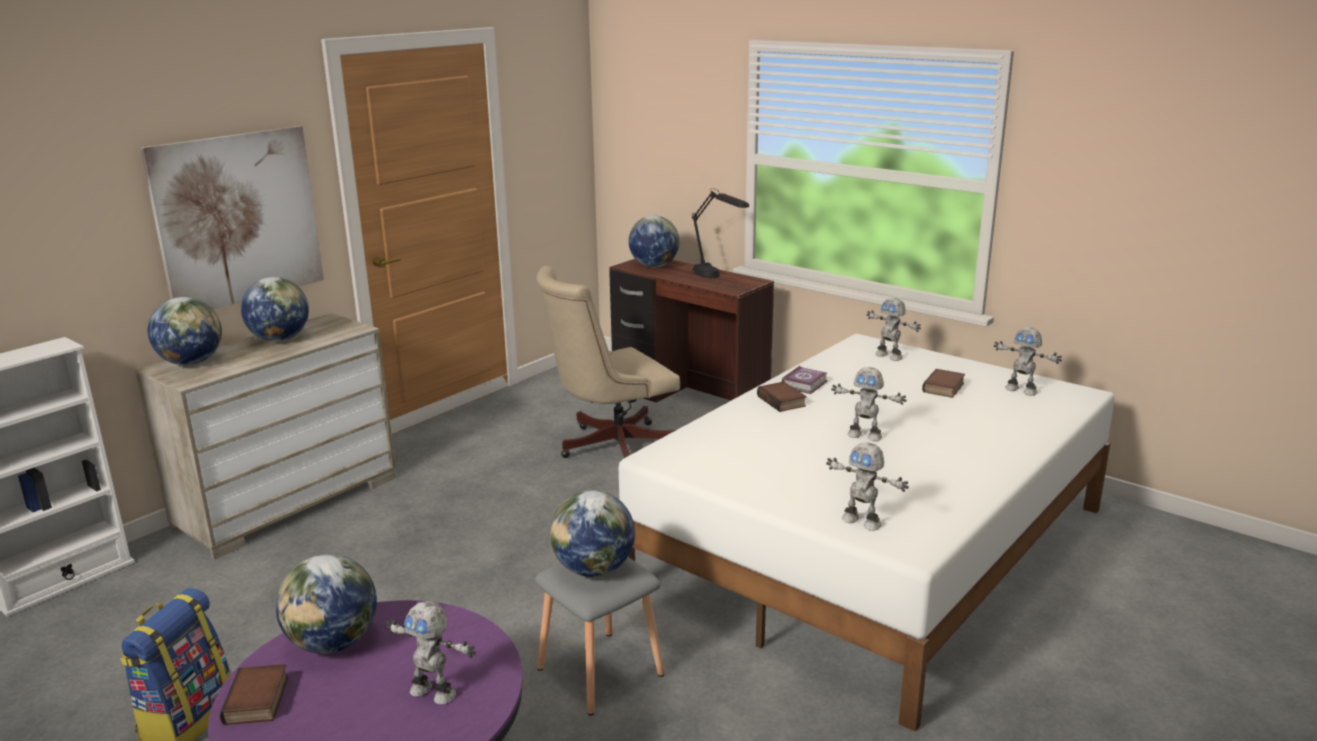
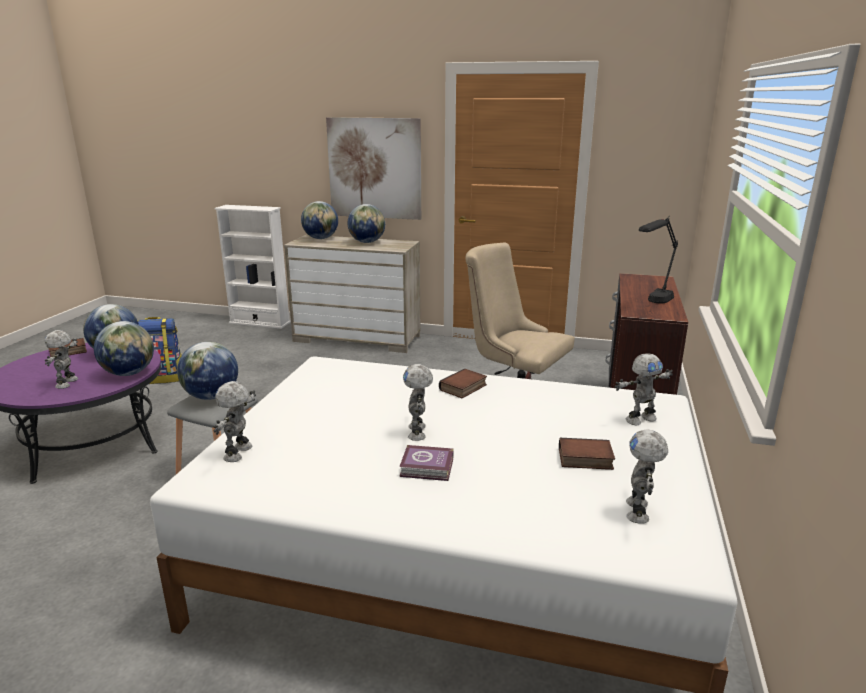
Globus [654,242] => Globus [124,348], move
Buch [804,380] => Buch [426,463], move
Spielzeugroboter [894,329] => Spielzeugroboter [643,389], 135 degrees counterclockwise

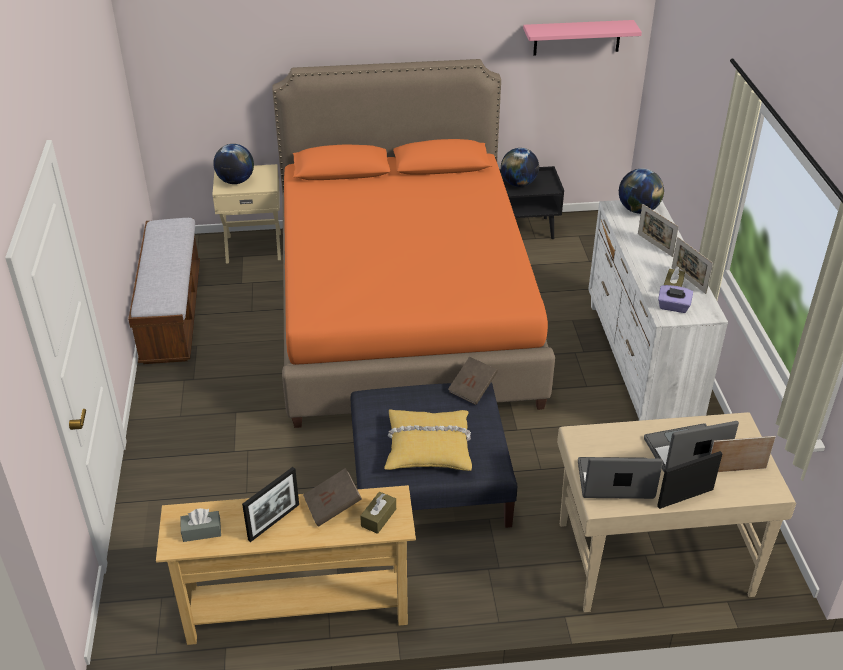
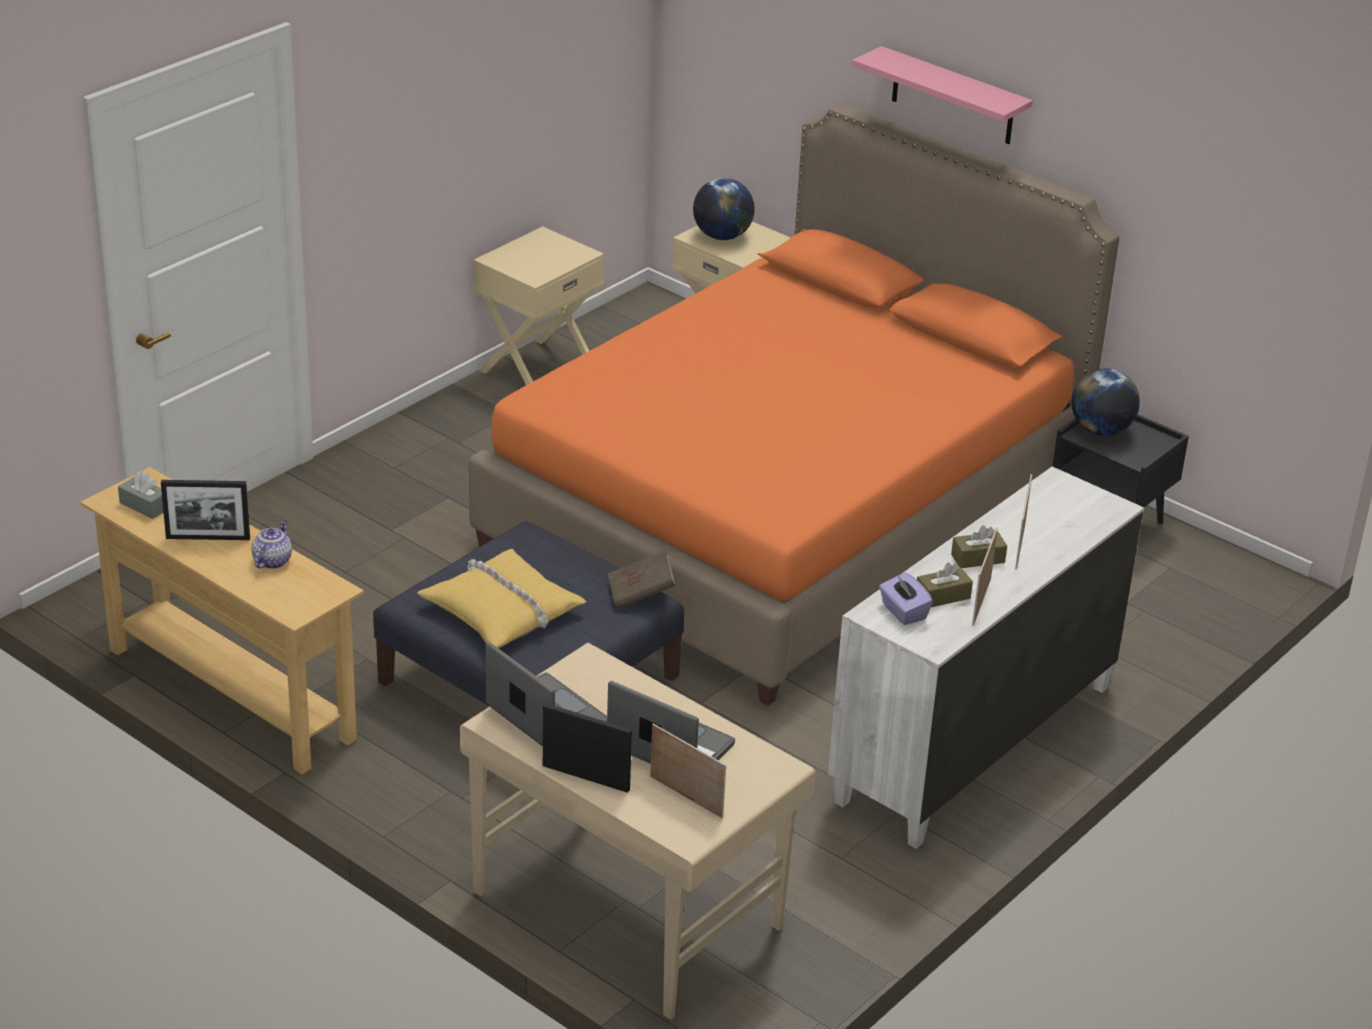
Buch (braun) [332,497] => Teekanne [271,545]
Bank [164,291] => Nachttisch (beige) [539,305]
Wandregal (rosa) [582,38] => Wandregal (rosa) [942,95], move
Taschentuchbox (braun) [378,513] => Taschentuchbox (braun) [979,546], move
Globus [641,191] => nothing

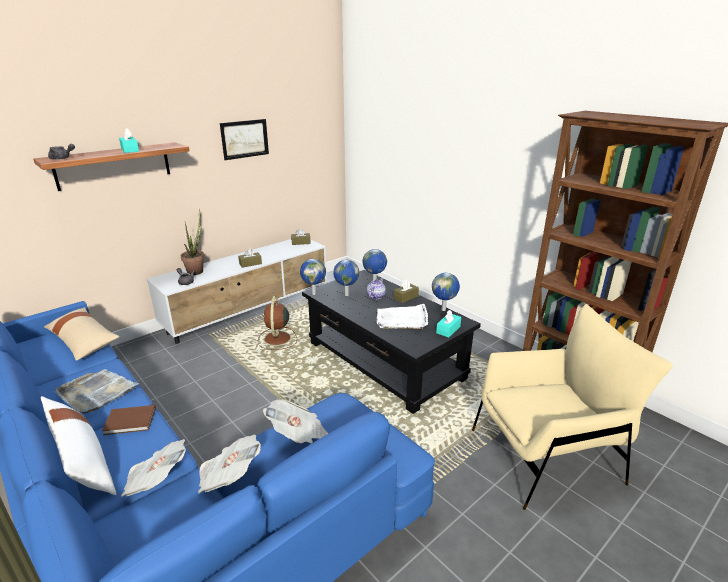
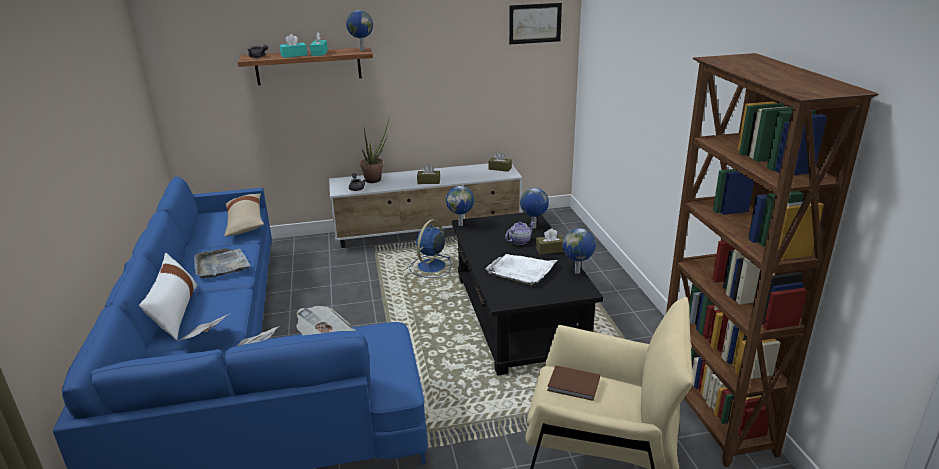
Taschentuchbox (türkis) [448,324] => Taschentuchbox (türkis) [293,46], move
Globus [346,278] => Globus [359,30], move
Ventilator (braun) [277,323] => Ventilator (blau) [430,248]
Bild [244,139] => Bild [535,23], move
Buch (braun) [129,420] => Buch (braun) [573,383], move

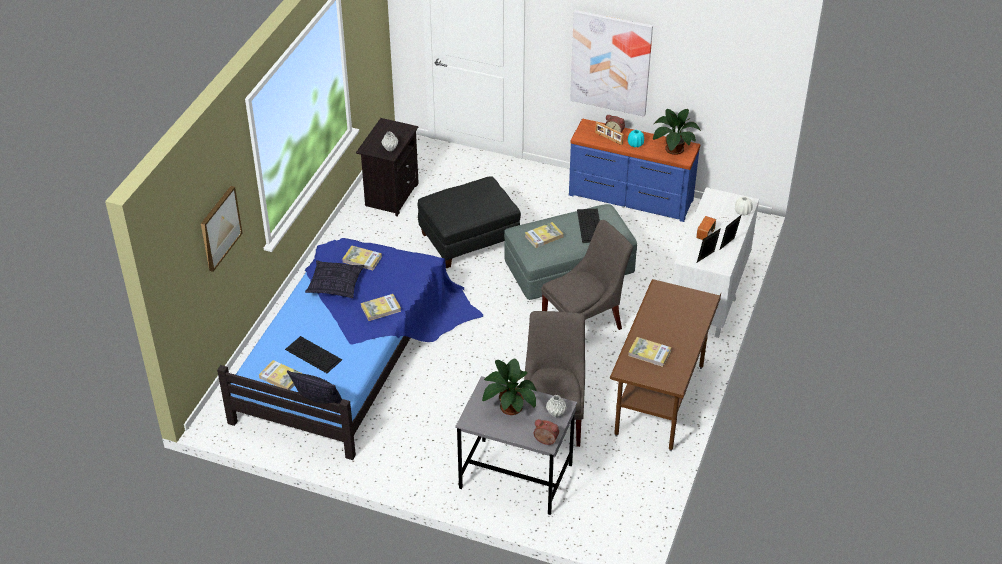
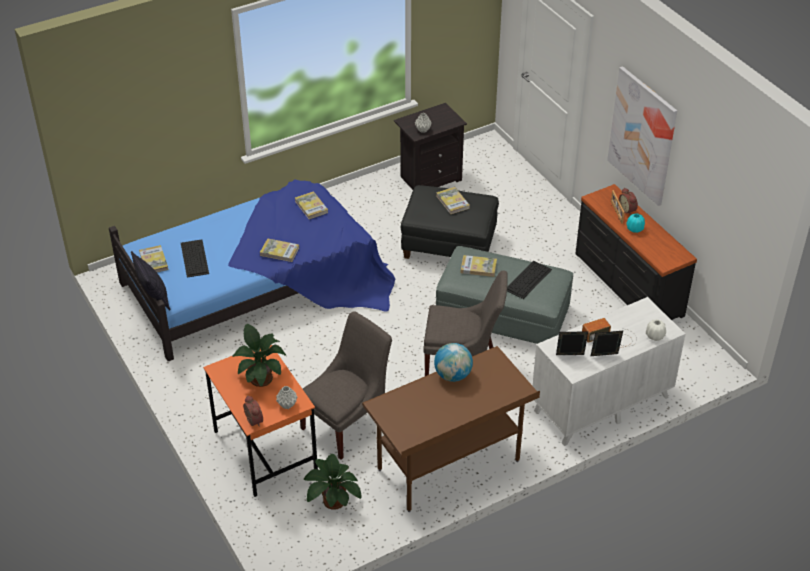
Schreibtisch (grau) [516,445] => Schreibtisch (orange) [260,421]
Topfpflanze [677,132] => Topfpflanze [333,482], move
nothing => Globus [453,362]
Buch [649,352] => Buch [453,200], move
Kommode (blau) [634,170] => Kommode (schwarz) [636,252]
Bild [222,229] => nothing
Kissen [334,279] => nothing

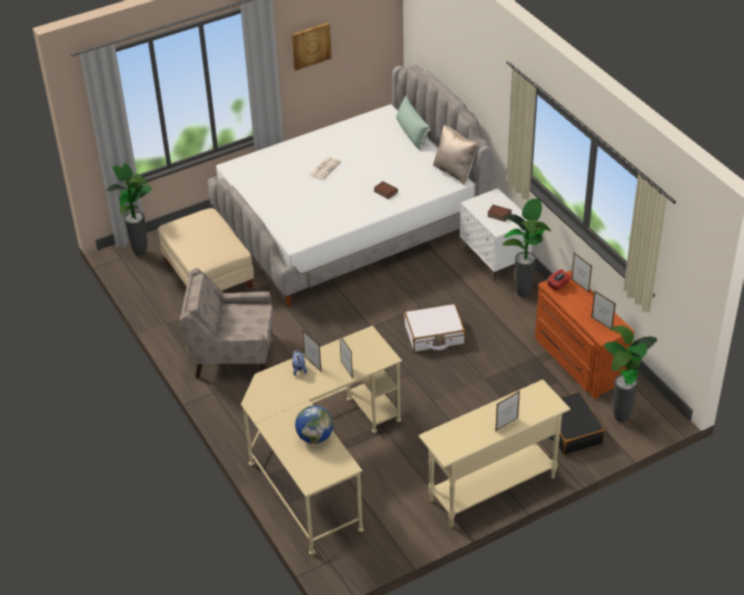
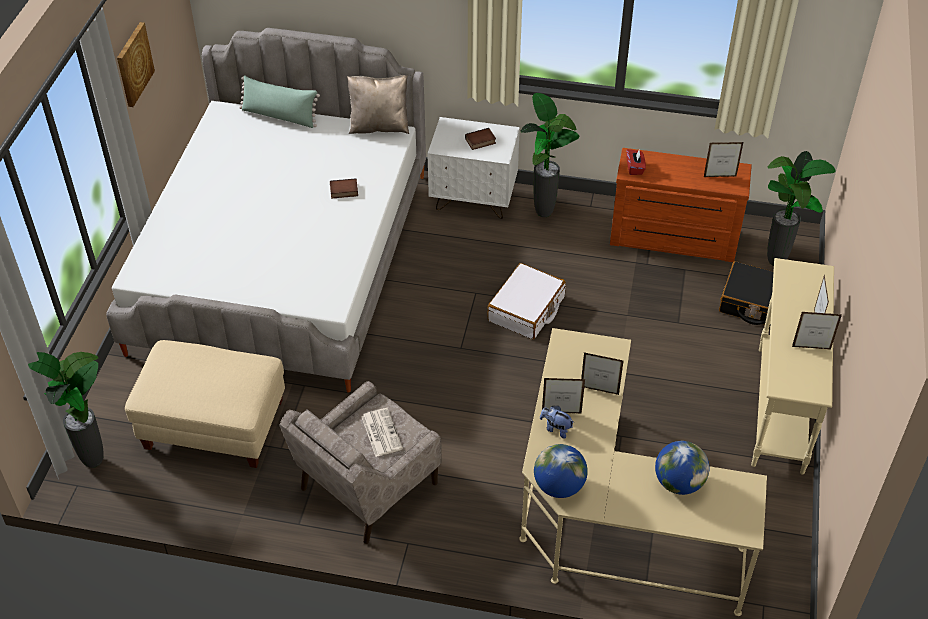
Zeitung [325,168] => Zeitung [382,432], move
nothing => Globus [561,471]
Bilderrahmen [581,273] => Bilderrahmen [817,331], move

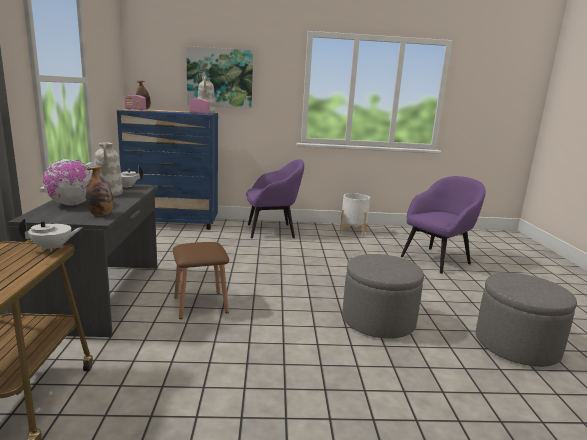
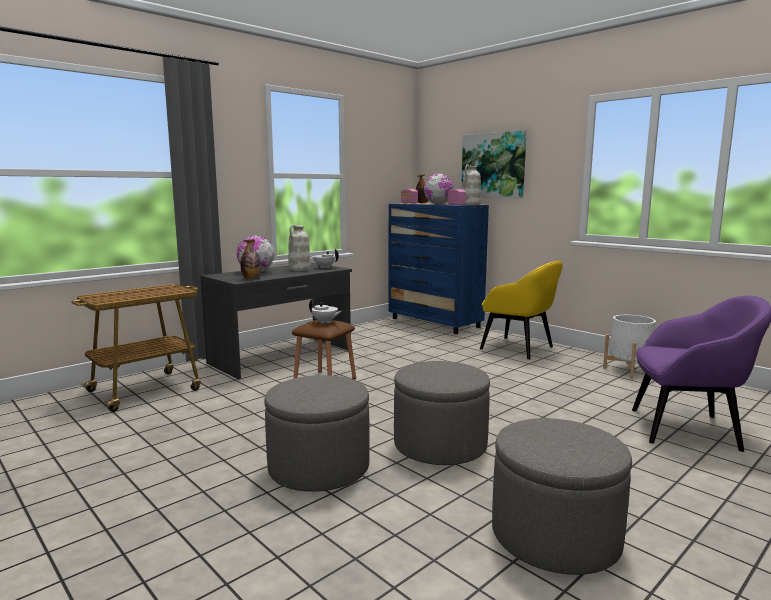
nothing => Polsterhocker (grau) [317,433]
Teekanne (weiß) [51,235] => Teekanne (weiß) [325,311], move
nothing => Globus [439,189]
Sessel (lila) [275,198] => Sessel (gelb) [521,310]

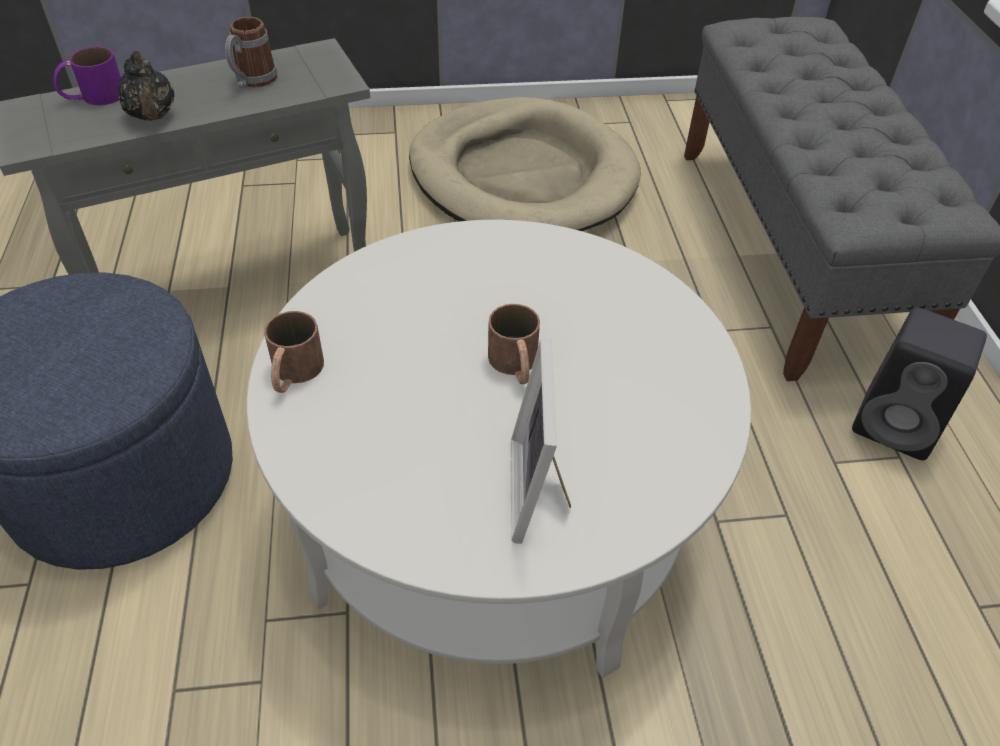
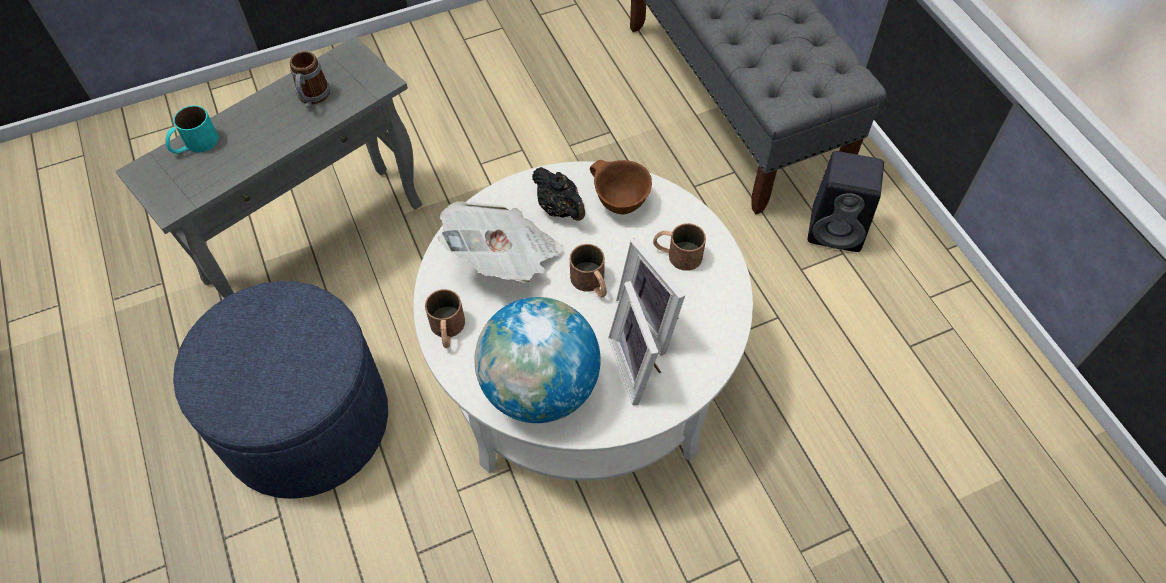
Henkelbecher (lila) [87,75] => Henkelbecher (türkis) [192,129]
nothing => Zeitung [501,242]
nothing => Globus [537,360]
Teekanne (schwarz) [145,86] => Teekanne (schwarz) [558,194], move
nothing => Schüssel (braun) [621,187]
nothing => Bilderrahmen [650,297]
nothing => Henkelbecher (braun) [679,247]
Hundebett (beige) [525,164] => nothing

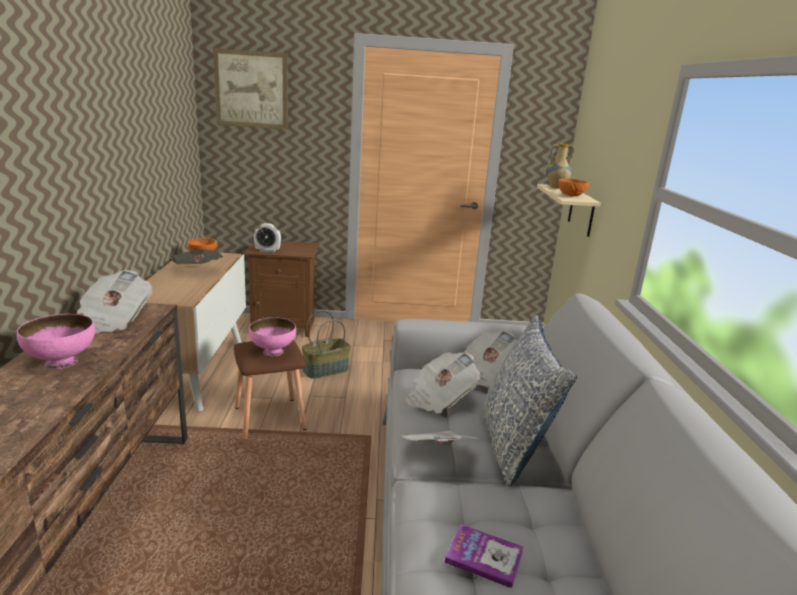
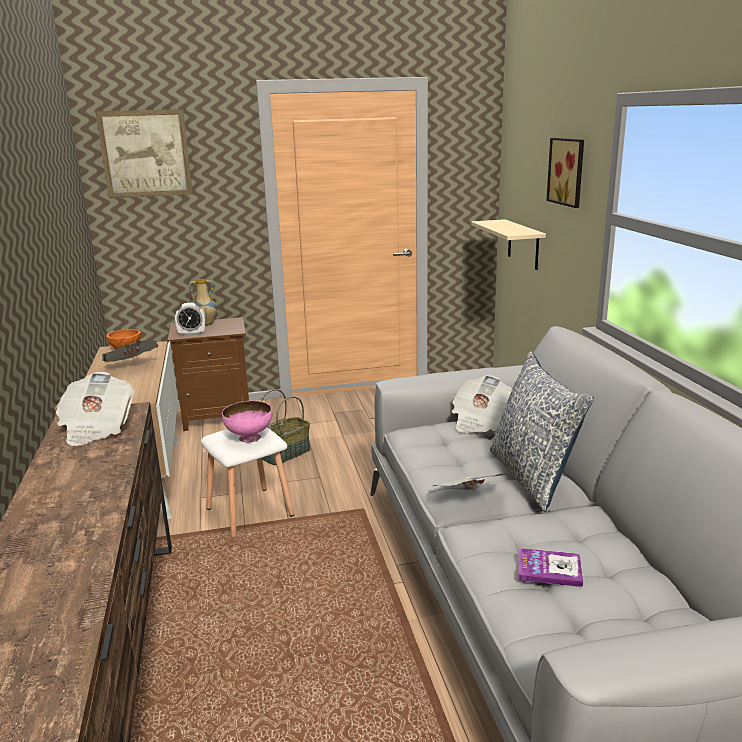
Vase [561,166] => Vase [203,302], move
Hocker (braun) [270,389] => Hocker (weiß) [247,482]
nothing => Bild [565,173]
Schüssel (rosa) [56,341] => nothing
Zeitung [442,383] => nothing
Schüssel (orange) [574,188] => nothing

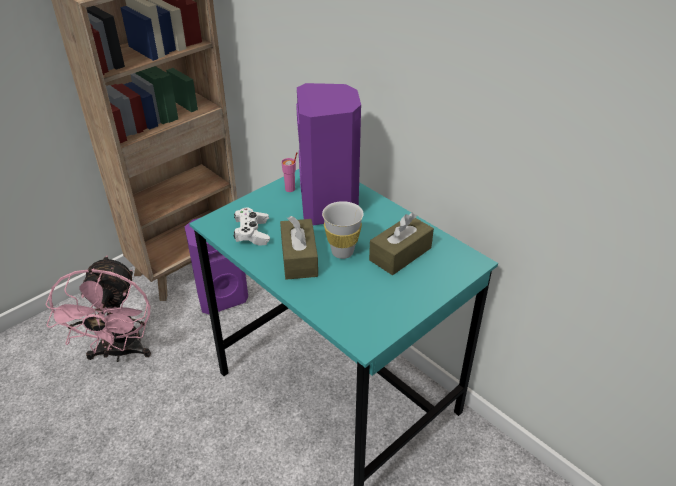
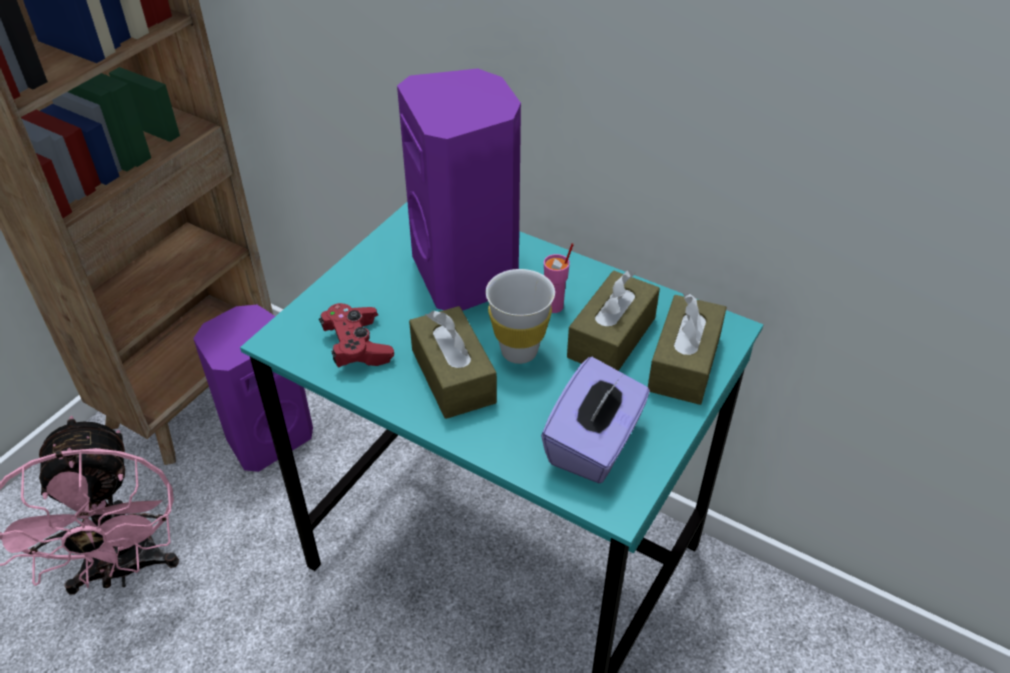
Gamepad (weiß) [252,227] => Gamepad (rot) [356,335]
nothing => Taschentuchbox (lila) [595,420]
Tasse (rosa) [289,172] => Tasse (rosa) [559,278], move
nothing => Taschentuchbox (braun) [687,349]

